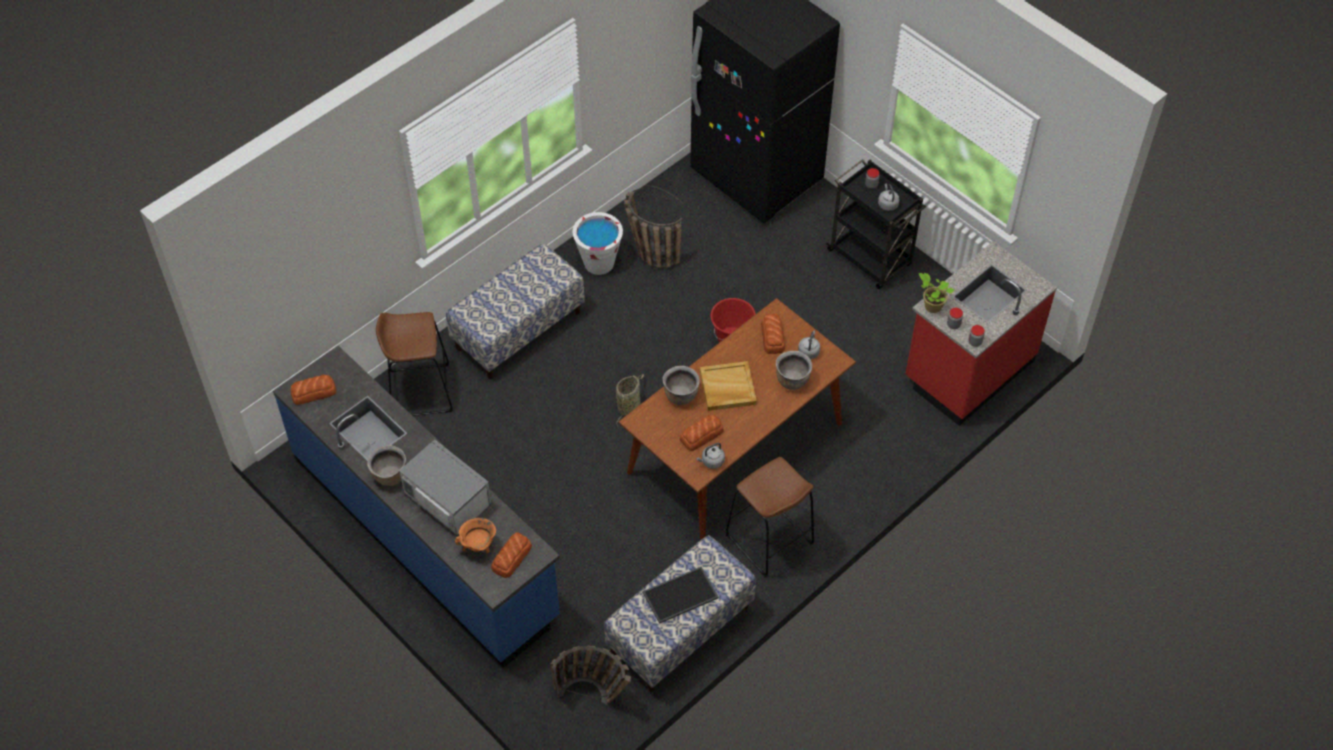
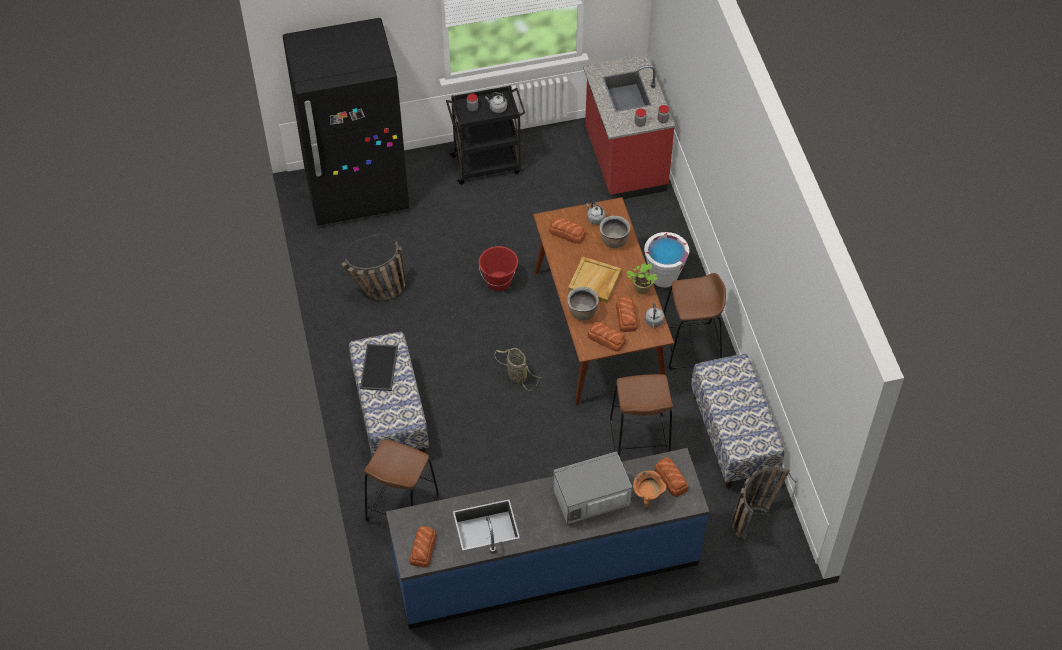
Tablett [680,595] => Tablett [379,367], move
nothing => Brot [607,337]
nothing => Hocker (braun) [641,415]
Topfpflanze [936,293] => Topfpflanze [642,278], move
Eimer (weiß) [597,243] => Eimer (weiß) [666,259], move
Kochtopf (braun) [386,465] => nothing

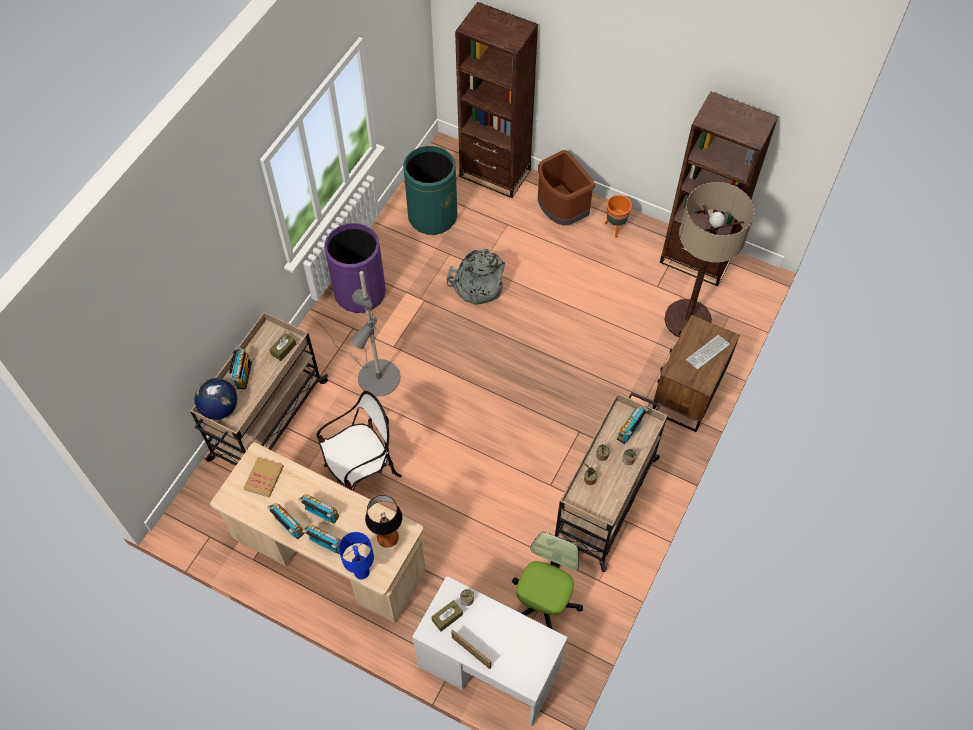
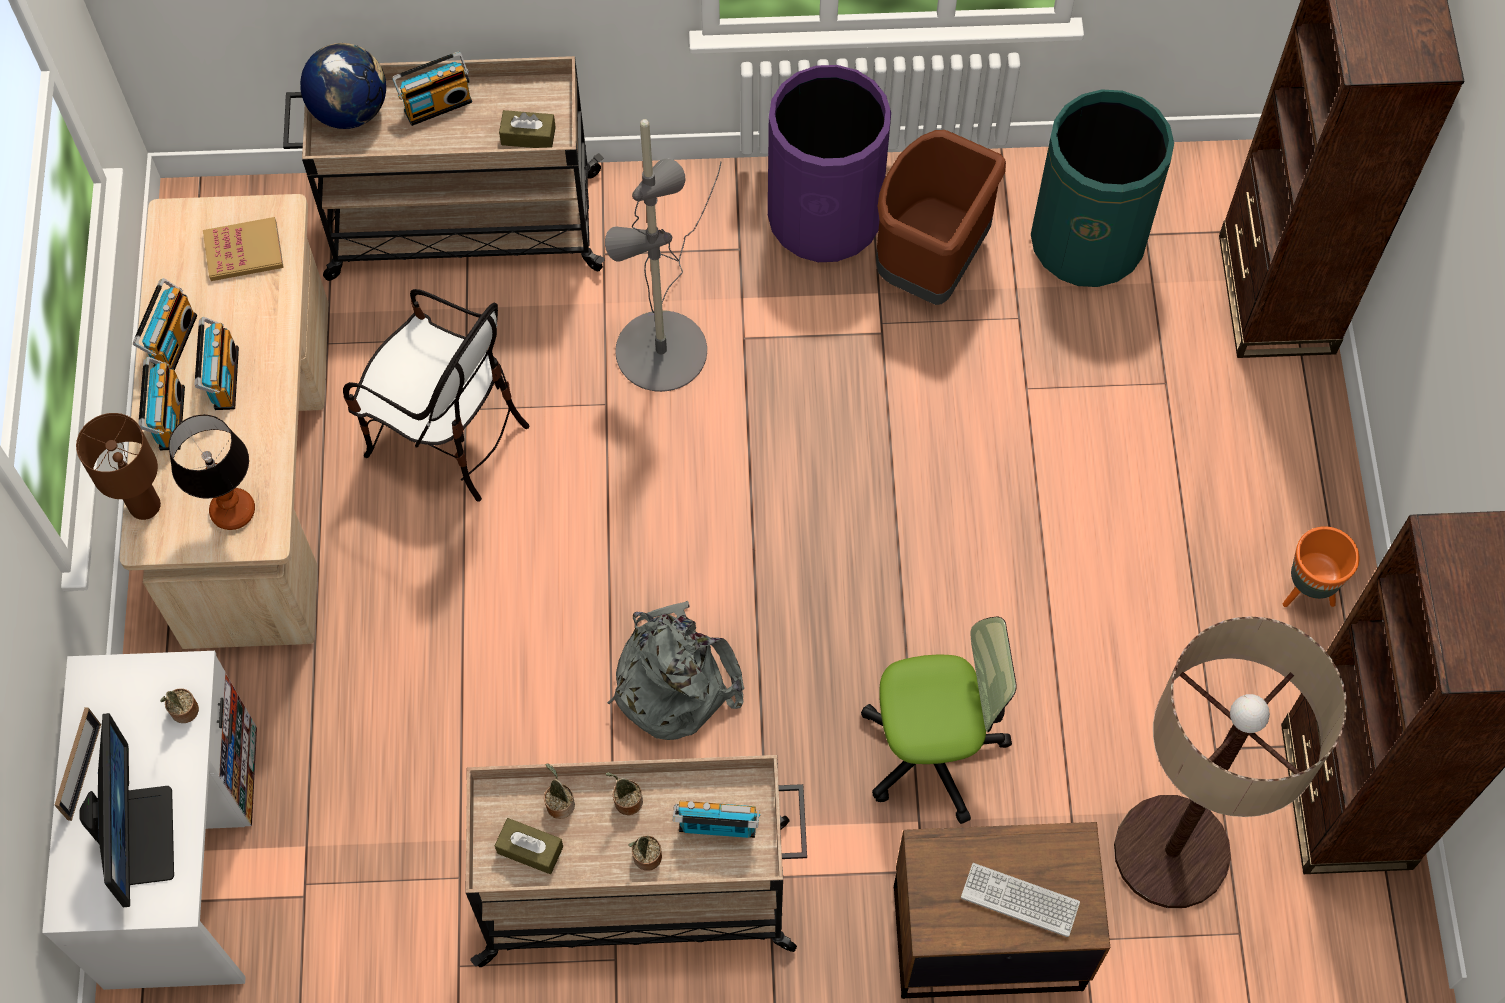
Tischlampe (blau) [356,555] => Tischlampe (braun) [118,466]
nothing => Monitor [127,810]
Taschentuchbox (braun) [447,616] => Taschentuchbox (braun) [529,846], move
Rucksack (grau) [476,277] => Rucksack (grau) [675,670], move
Bürostuhl [547,580] => Bürostuhl [939,720], move
Mülleimer (braun) [566,188] => Mülleimer (braun) [941,217], move

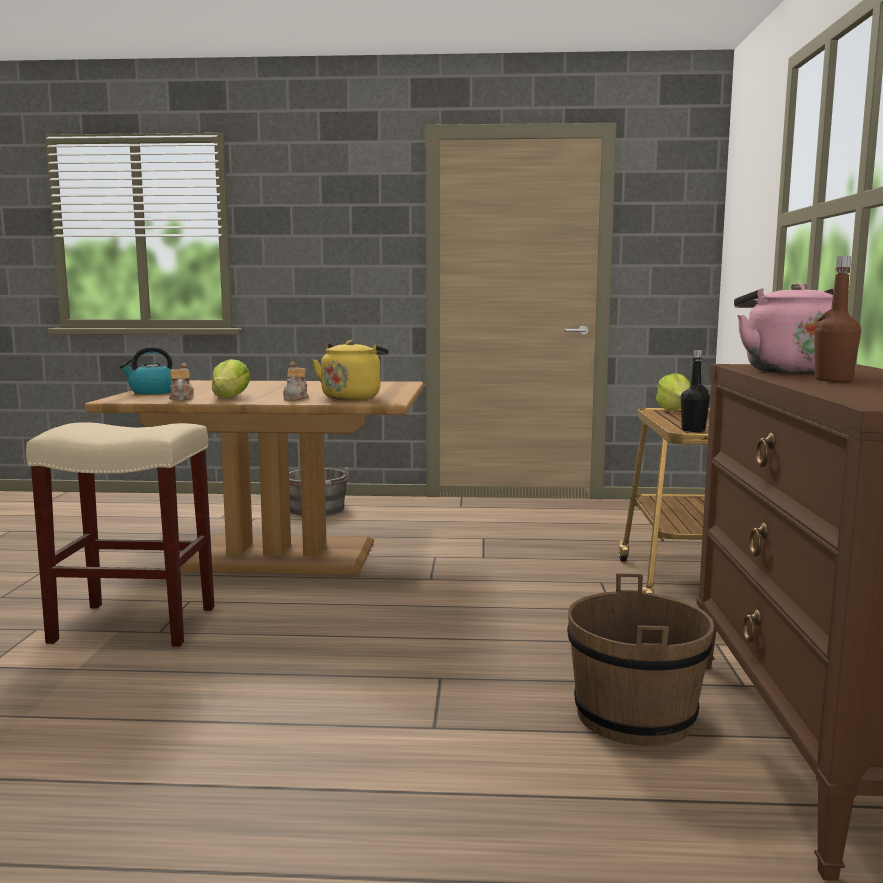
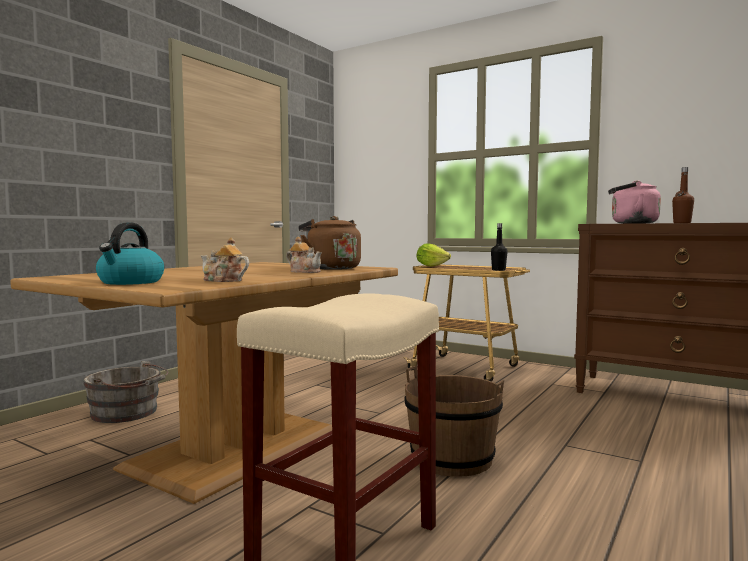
Wasserkessel (gelb) [351,370] => Wasserkessel (braun) [329,243]
Eimer (braun) [640,660] => Eimer (braun) [454,421], move
Salatkopf [231,378] => nothing

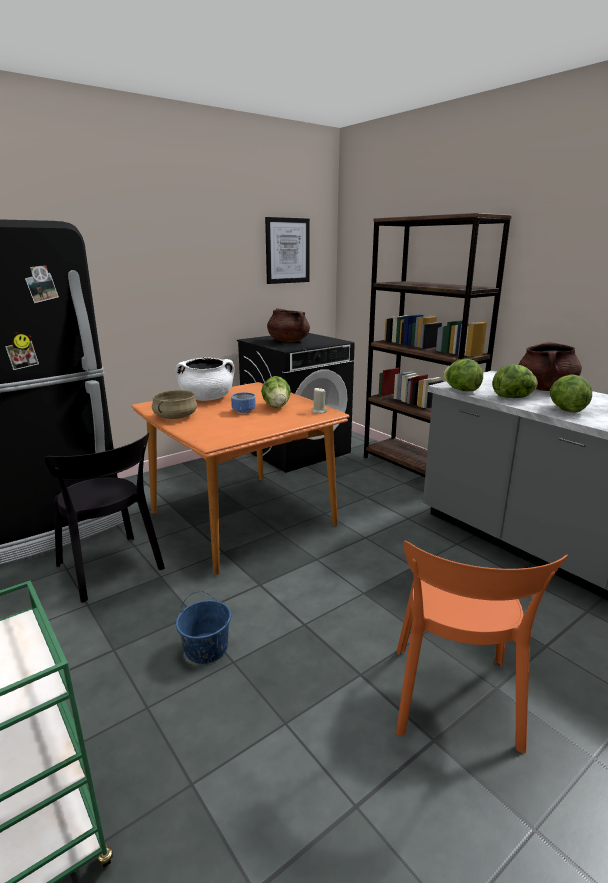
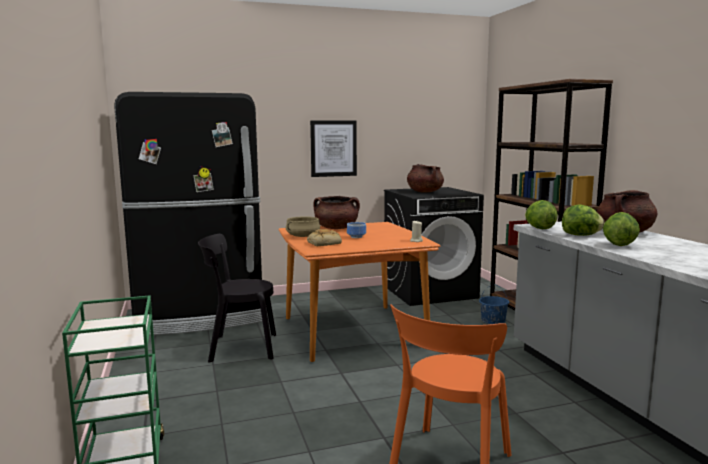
Stuhl (schwarz) [105,517] => Stuhl (schwarz) [237,298], 105 degrees clockwise
nothing => Brot [324,237]
Bild [287,250] => Bild [333,149], move
Kochtopf (weiß) [205,379] => Kochtopf (braun) [336,212]
Eimer (blau) [203,627] => Eimer (blau) [494,304], move
Salatkopf [276,392] => nothing

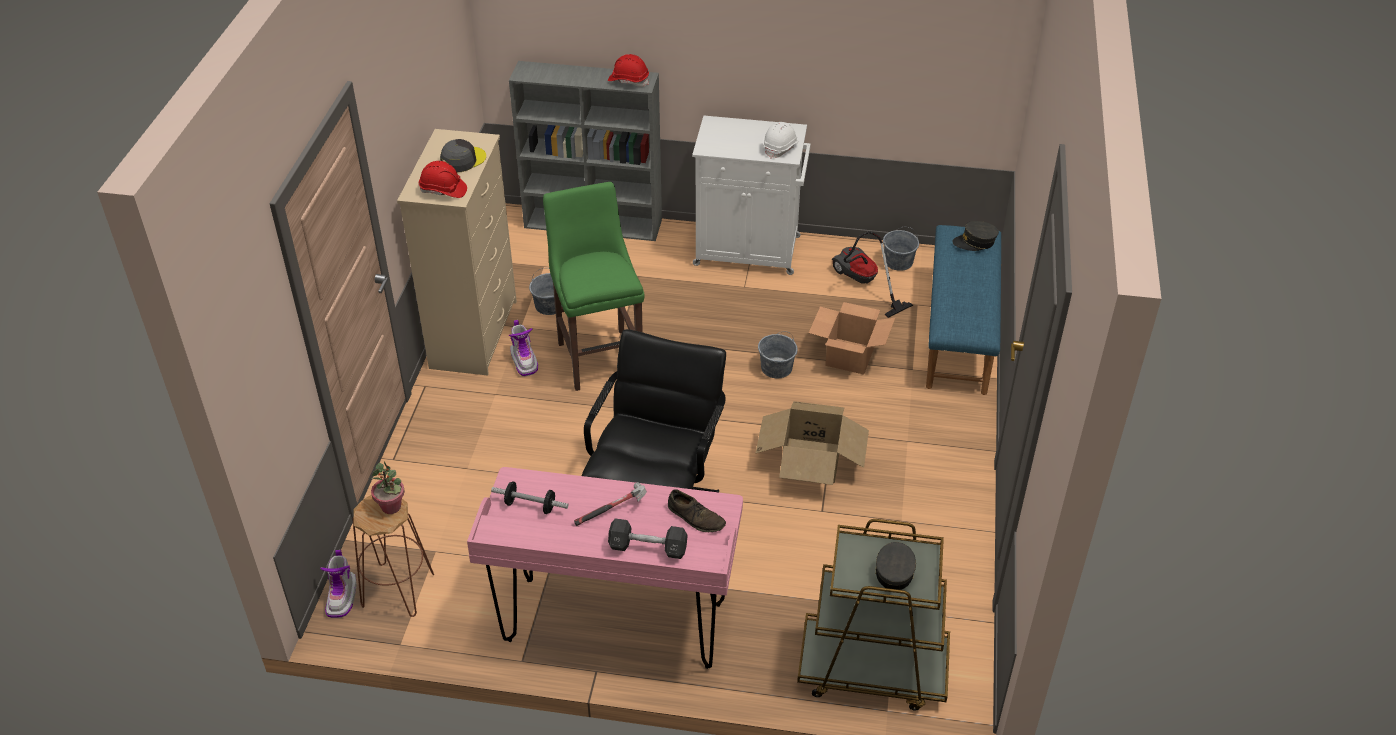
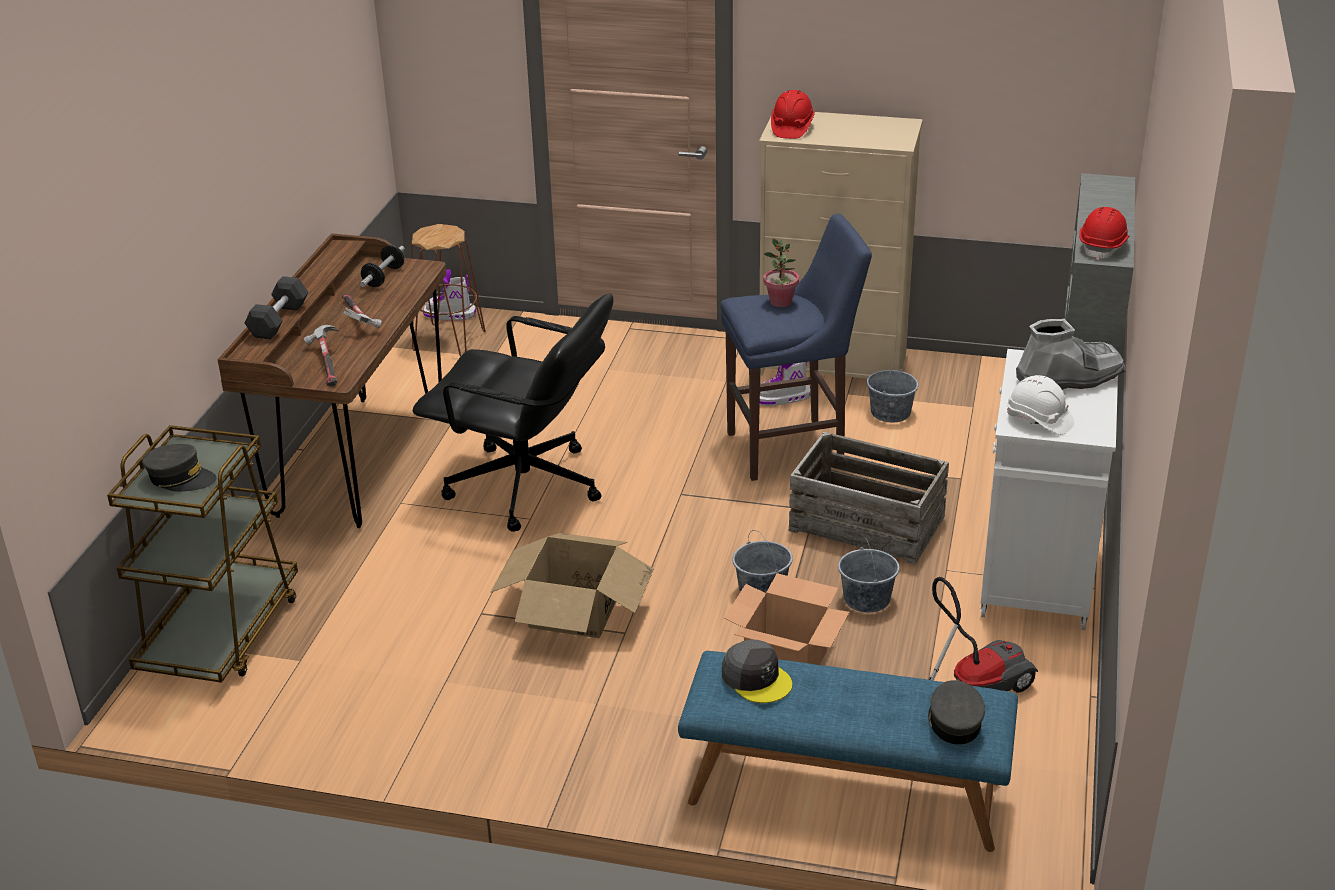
Schreibtisch (rosa) [605,568] => Schreibtisch (braun) [331,380]
Schuh (braun) [697,510] => Hammer [321,355]
Hocker (grün) [594,286] => Hocker (blau) [796,347]
Kappe (grau) [463,155] => Kappe (grau) [757,671], move
Topfpflanze [388,487] => Topfpflanze [781,272], move
nothing => Kiste [869,498]
Eimer (grau) [901,249] => Eimer (grau) [869,574], move
nothing => Stiefel (grau) [1070,354]

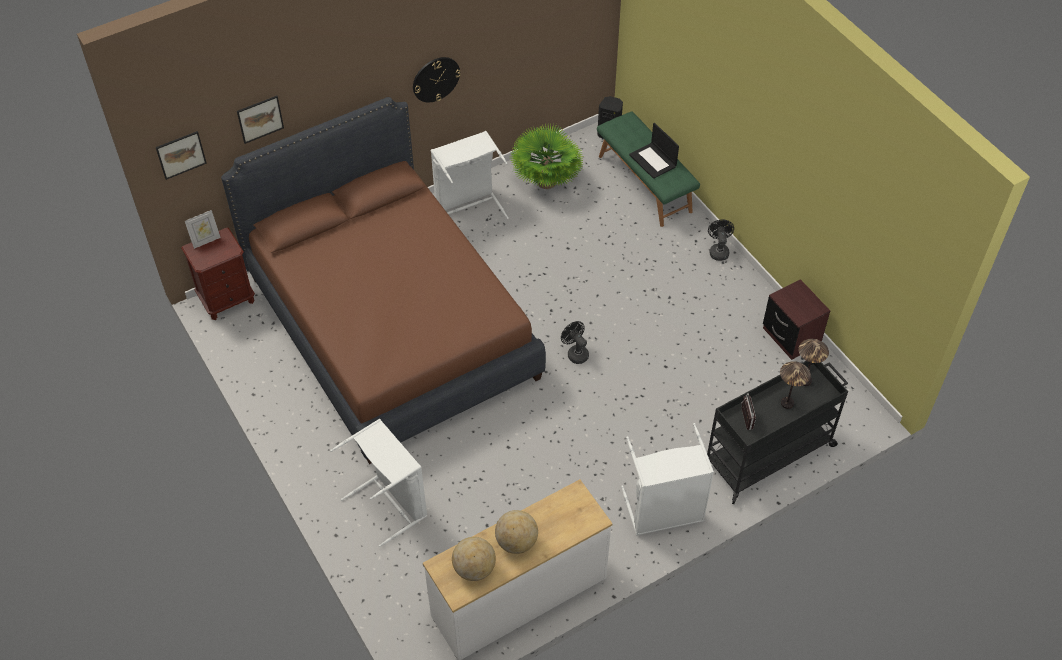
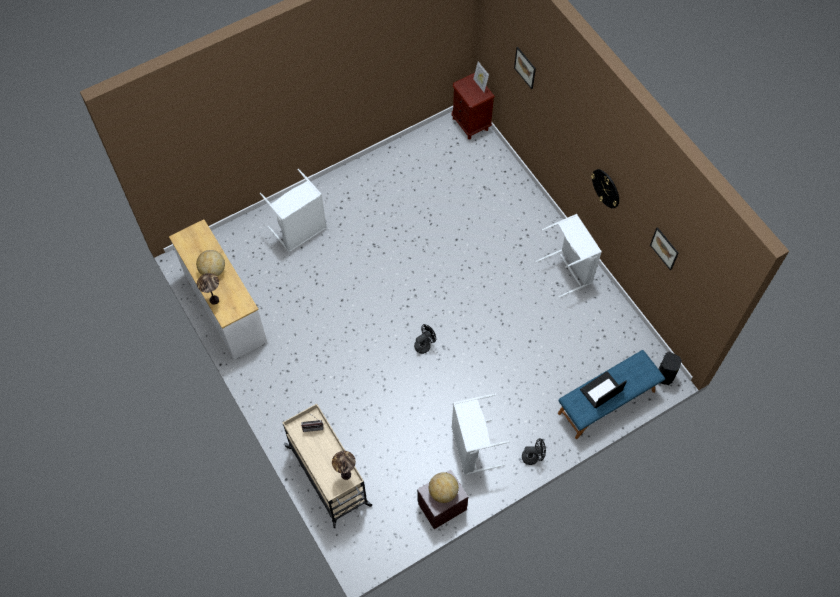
Tischlampe [795,385] => Tischlampe [208,289], move
Rollwagen (schwarz) [777,432] => Rollwagen (beige) [327,466]
Globus [474,559] => Globus [444,487], move
Wäschekorb (weiß) [667,479] => Wäschekorb (weiß) [481,434], move
Bank (grün) [648,169] => Bank (blau) [611,394]
Bild [181,155] => Bild [664,248], move
Bett (braun) [383,280] => nothing
Topfpflanze [546,156] => nothing

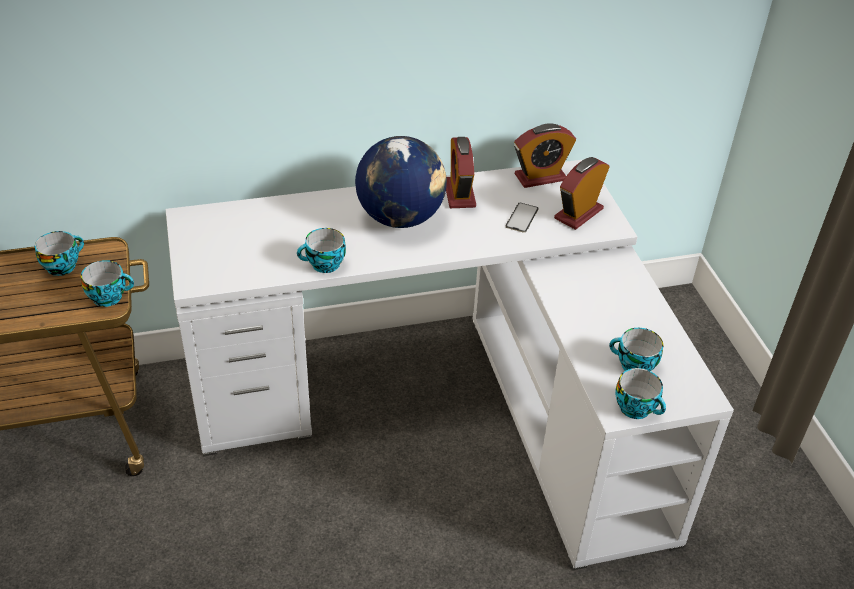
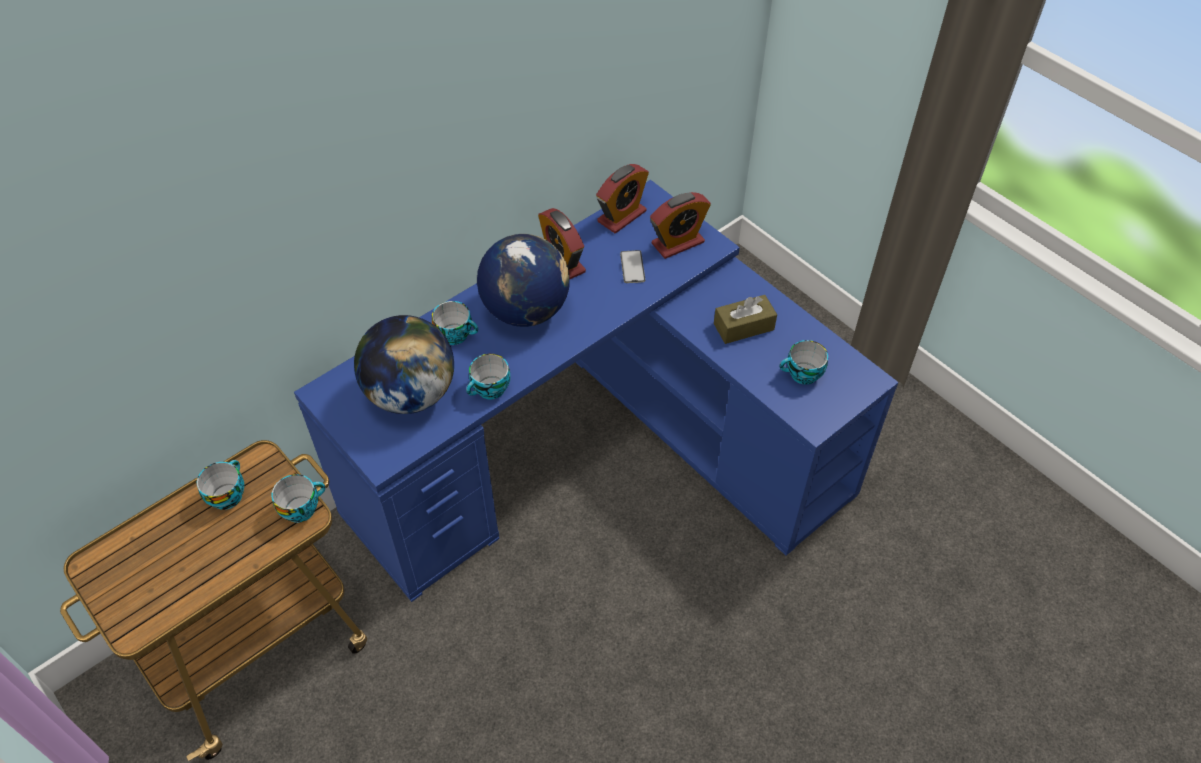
Schreibtisch (weiß) [449,364] => Schreibtisch (blau) [596,391]
nothing => Globus [404,364]
Tasse [640,393] => Tasse [455,323], move
Wecker [581,193] => Wecker [680,225], 135 degrees counterclockwise
nothing => Taschentuchbox (braun) [745,319]

